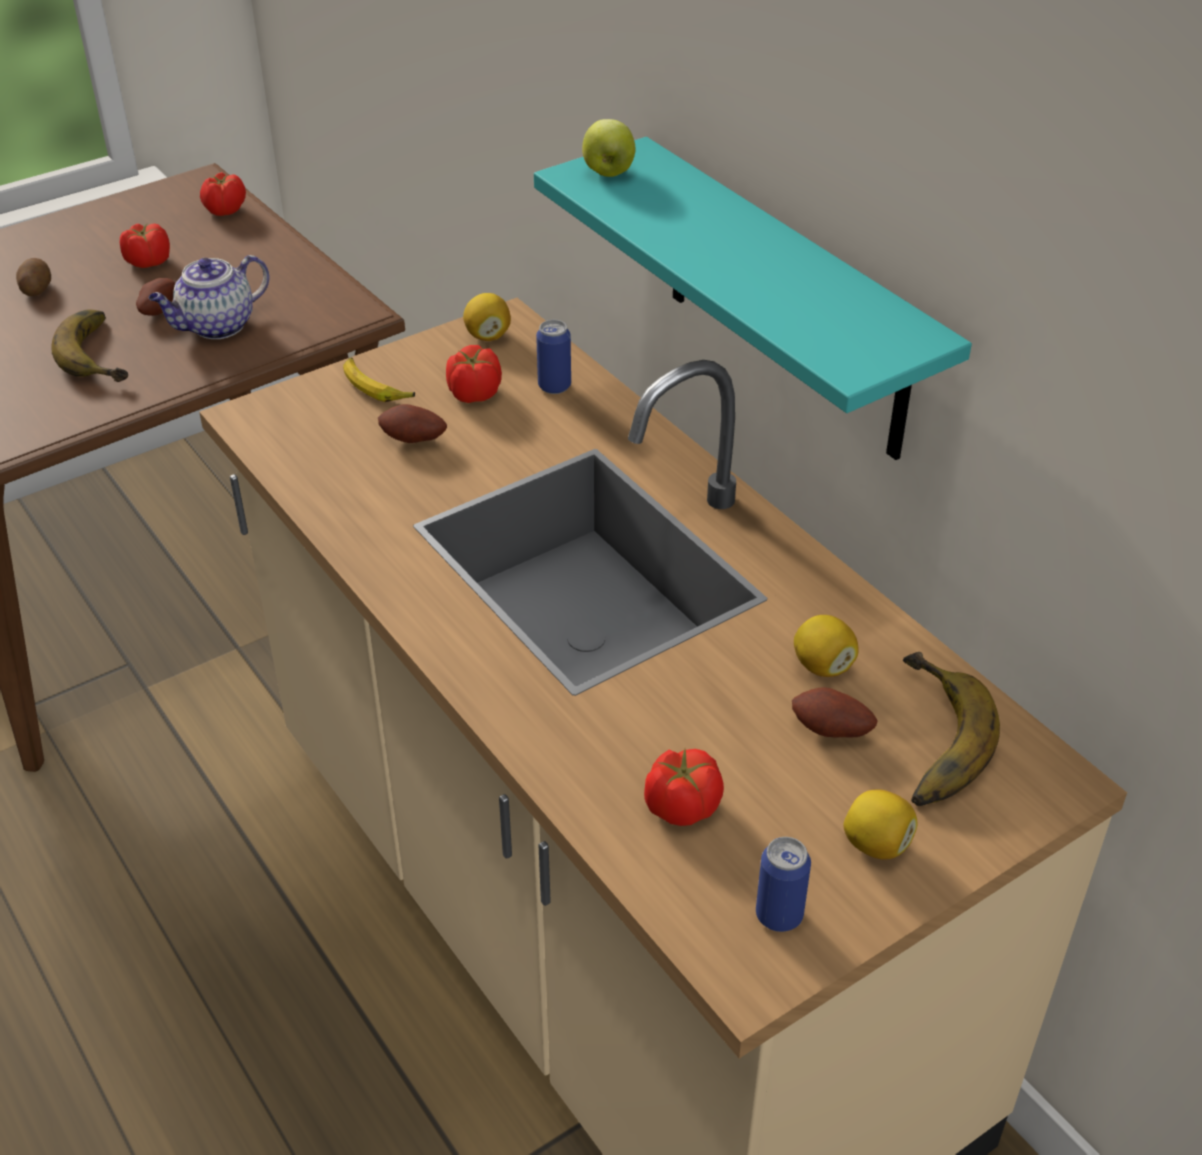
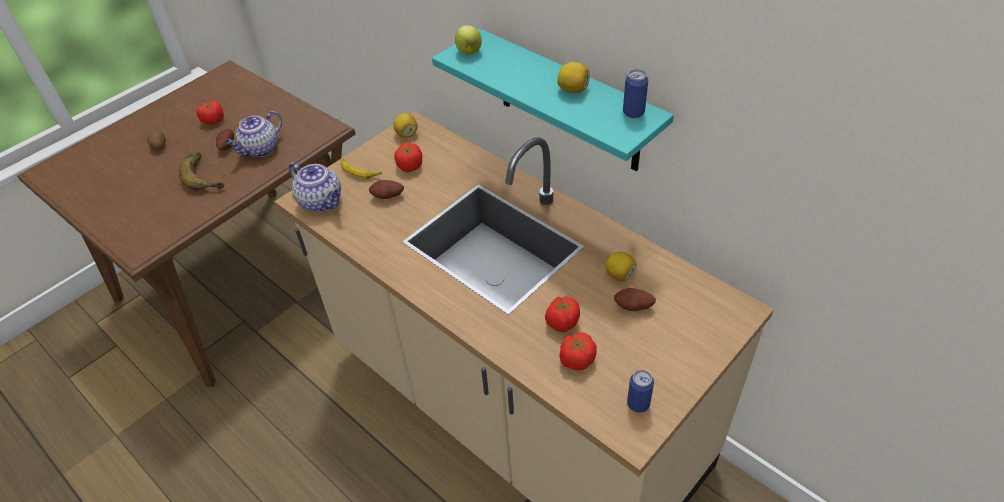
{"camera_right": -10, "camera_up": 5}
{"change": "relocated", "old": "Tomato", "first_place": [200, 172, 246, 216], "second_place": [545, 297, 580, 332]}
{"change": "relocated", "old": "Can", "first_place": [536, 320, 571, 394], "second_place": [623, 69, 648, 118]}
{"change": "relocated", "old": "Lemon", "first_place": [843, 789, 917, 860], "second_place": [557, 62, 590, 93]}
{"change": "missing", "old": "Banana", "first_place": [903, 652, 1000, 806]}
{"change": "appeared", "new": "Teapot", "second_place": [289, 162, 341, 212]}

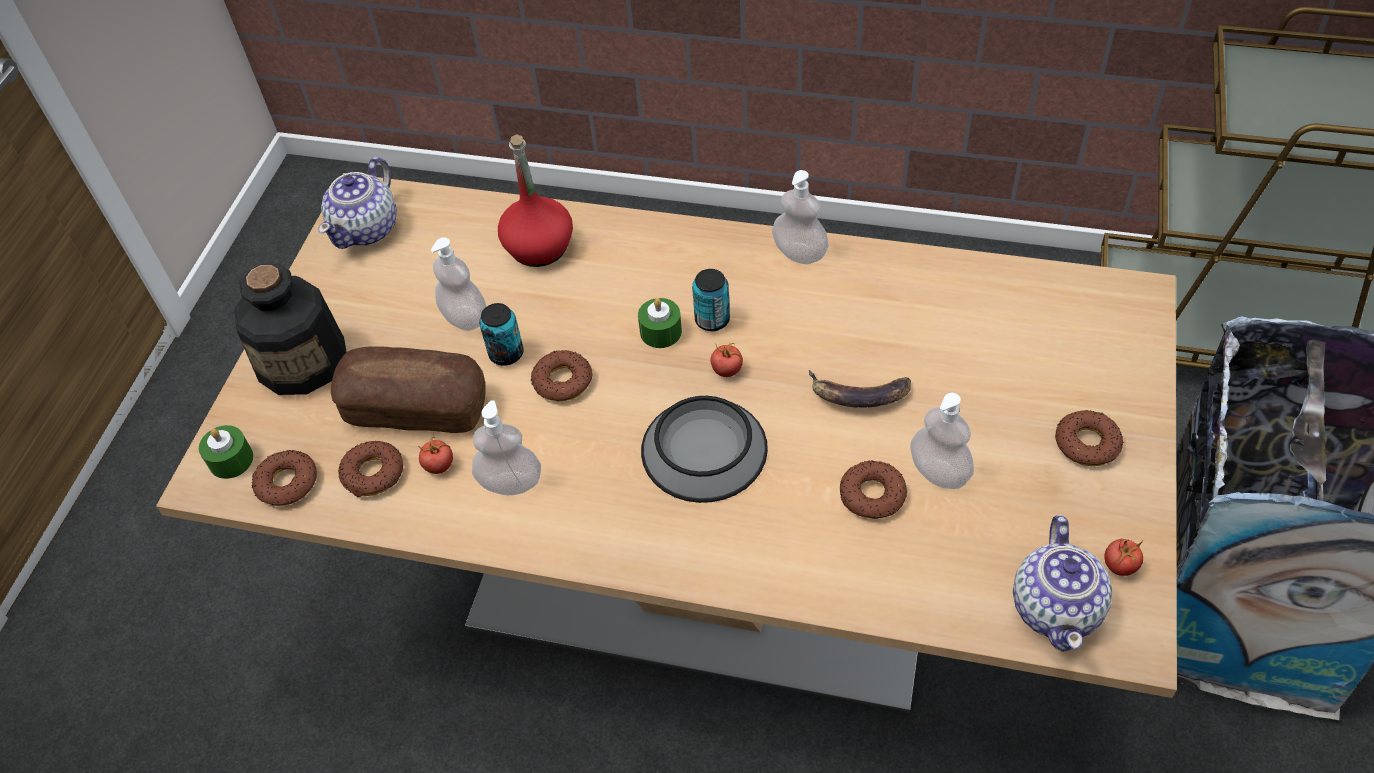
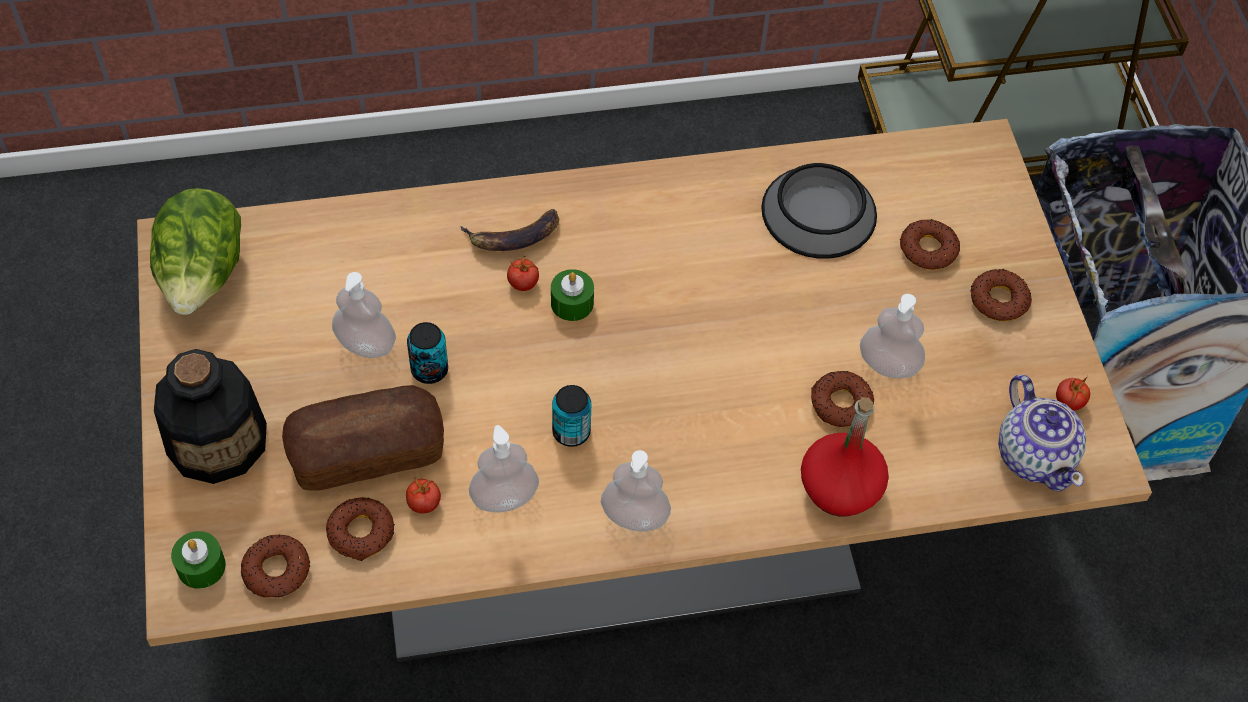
{"camera_right": -30, "camera_up": 5}
{"change": "exchanged", "old": "Teapot", "new": "Lettuce", "first_place": [318, 157, 397, 249], "second_place": [150, 188, 241, 315]}
{"change": "relocated", "old": "RedBottle", "first_place": [498, 134, 573, 267], "second_place": [801, 397, 889, 516]}
{"change": "relocated", "old": "Donut", "first_place": [531, 350, 592, 401], "second_place": [900, 219, 960, 270]}
{"change": "relocated", "old": "Bowl", "first_place": [641, 396, 768, 503], "second_place": [761, 163, 877, 259]}
{"change": "relocated", "old": "Can", "first_place": [692, 269, 730, 331], "second_place": [552, 385, 591, 447]}
{"change": "relocated", "old": "Tomato", "first_place": [710, 343, 743, 377], "second_place": [507, 256, 539, 291]}
{"change": "relocated", "old": "SoapDispenser", "first_place": [772, 170, 829, 264], "second_place": [601, 450, 671, 531]}
{"change": "relocated", "old": "Banana", "first_place": [809, 370, 911, 408], "second_place": [460, 209, 559, 251]}

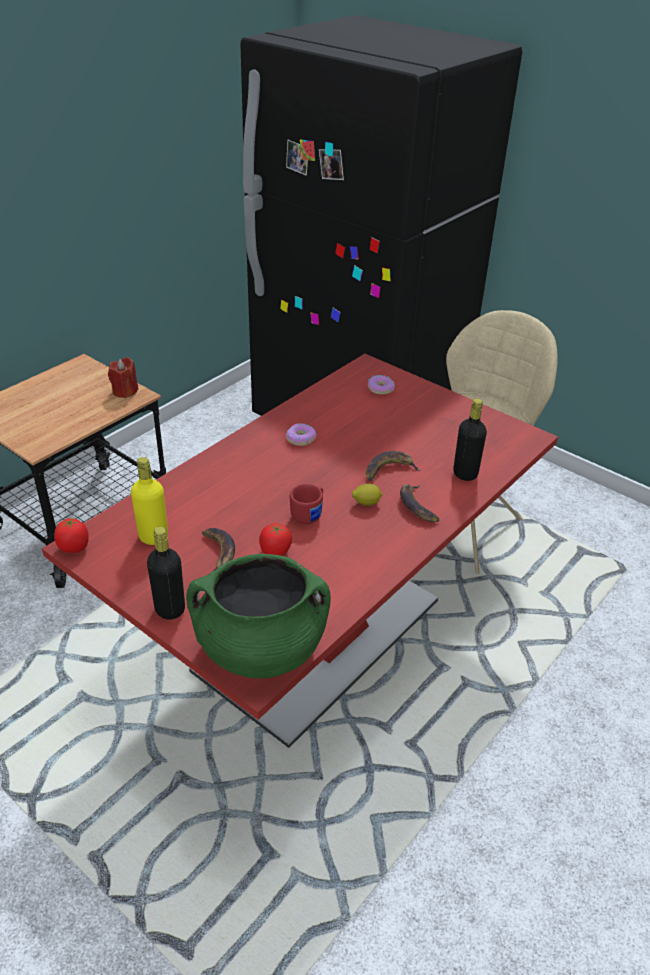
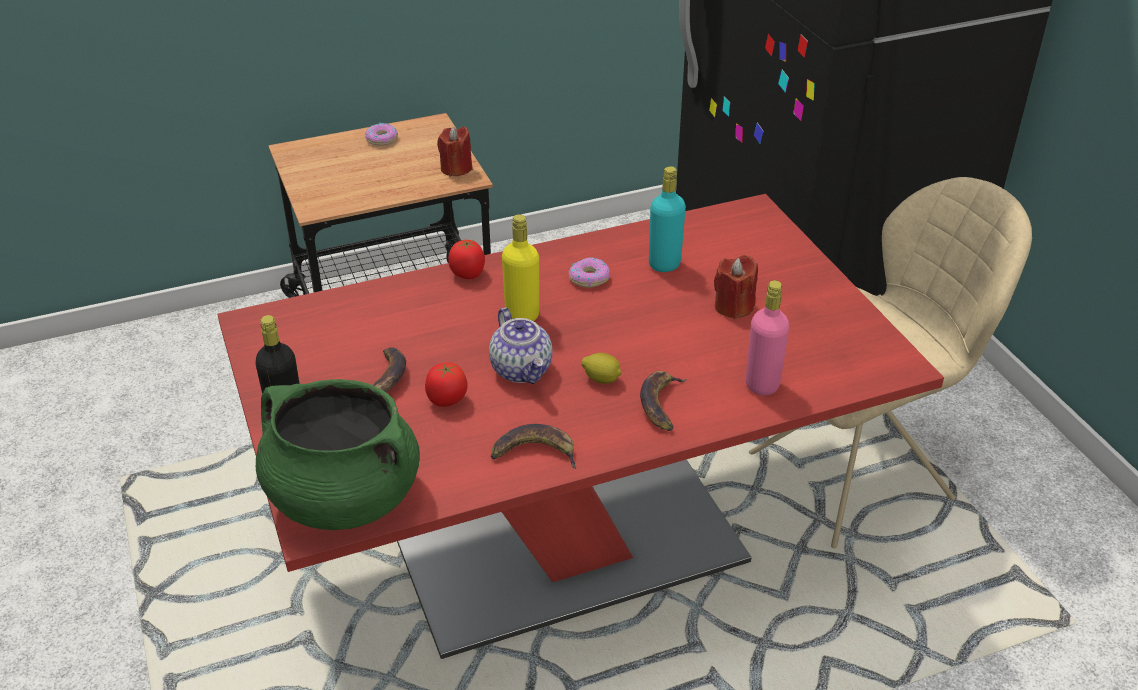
{"camera_right": 30, "camera_up": 0}
{"change": "relocated", "old": "Tomato", "first_place": [54, 518, 89, 553], "second_place": [448, 240, 485, 279]}
{"change": "relocated", "old": "YellowBottle", "first_place": [131, 457, 168, 545], "second_place": [502, 214, 539, 321]}
{"change": "exchanged", "old": "RedMug", "new": "Teapot", "first_place": [290, 484, 323, 524], "second_place": [489, 307, 553, 384]}
{"change": "relocated", "old": "Banana", "first_place": [366, 451, 420, 481], "second_place": [491, 424, 576, 469]}
{"change": "relocated", "old": "Donut", "first_place": [368, 375, 395, 395], "second_place": [365, 123, 398, 146]}
{"change": "colour", "old": "BlackBottle", "new": "PinkBottle", "first_place": [453, 398, 487, 481], "second_place": [746, 280, 789, 396]}
{"change": "appeared", "new": "TurquoiseBottle", "second_place": [649, 166, 686, 272]}
{"change": "appeared", "new": "RedCandle", "second_place": [714, 255, 758, 319]}

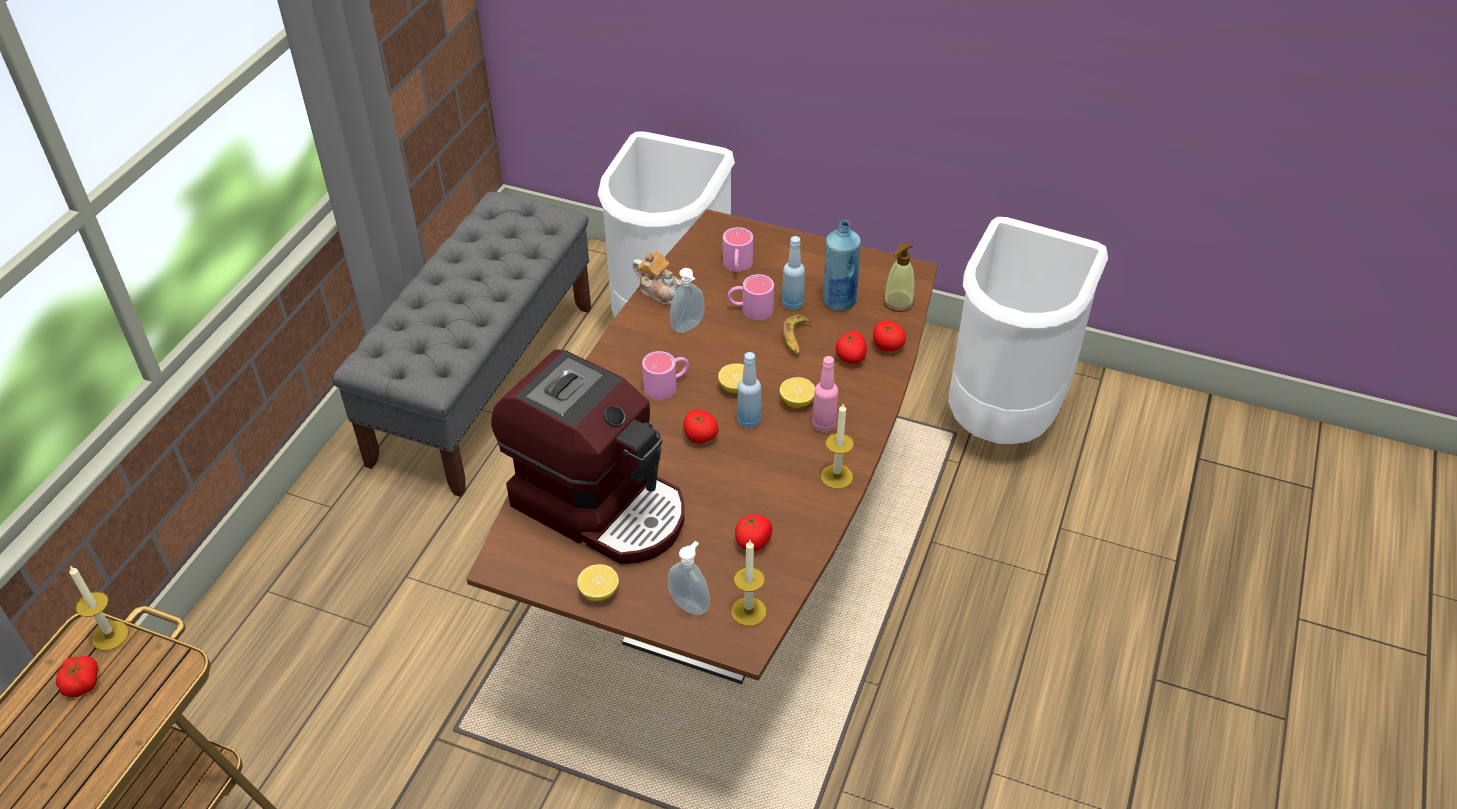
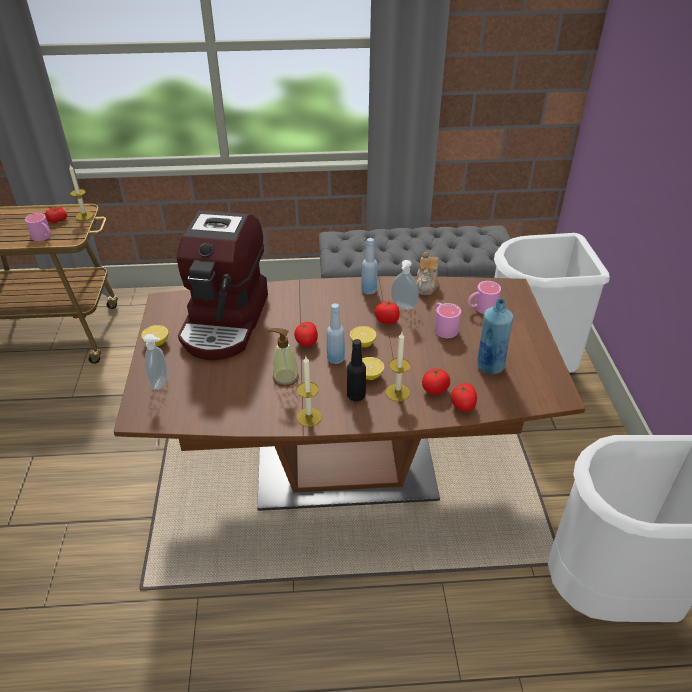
{"camera_right": 65, "camera_up": -5}
{"change": "relocated", "old": "PinkMug", "first_place": [642, 351, 689, 400], "second_place": [25, 213, 52, 241]}
{"change": "relocated", "old": "Candle", "first_place": [731, 540, 766, 626], "second_place": [386, 332, 410, 401]}
{"change": "relocated", "old": "Tomato", "first_place": [735, 514, 773, 551], "second_place": [375, 301, 400, 324]}
{"change": "relocated", "old": "BlueBottle", "first_place": [782, 236, 805, 310], "second_place": [361, 238, 378, 294]}
{"change": "missing", "old": "Banana", "first_place": [782, 315, 812, 355]}
{"change": "colour", "old": "PinkBottle", "new": "BlackBottle", "first_place": [812, 356, 838, 432], "second_place": [347, 339, 366, 401]}
{"change": "relocated", "old": "SoapDispenser", "first_place": [883, 242, 914, 312], "second_place": [268, 328, 299, 386]}

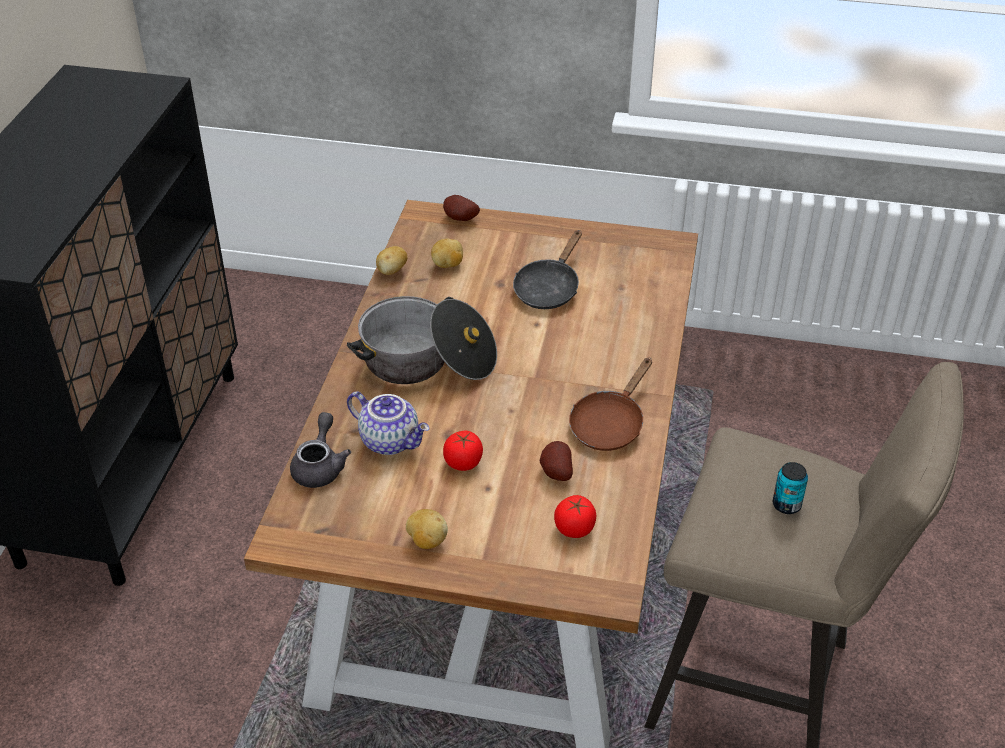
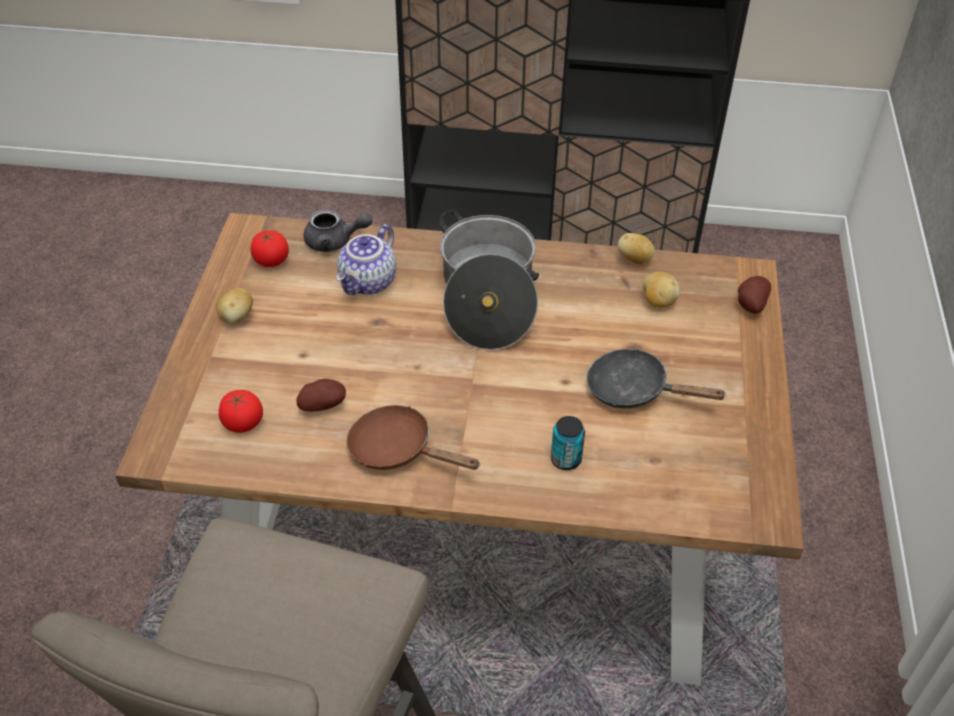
{"camera_right": 85, "camera_up": 5}
{"change": "relocated", "old": "Tomato", "first_place": [443, 431, 483, 471], "second_place": [250, 230, 289, 267]}
{"change": "relocated", "old": "Can", "first_place": [773, 462, 808, 514], "second_place": [551, 416, 585, 470]}

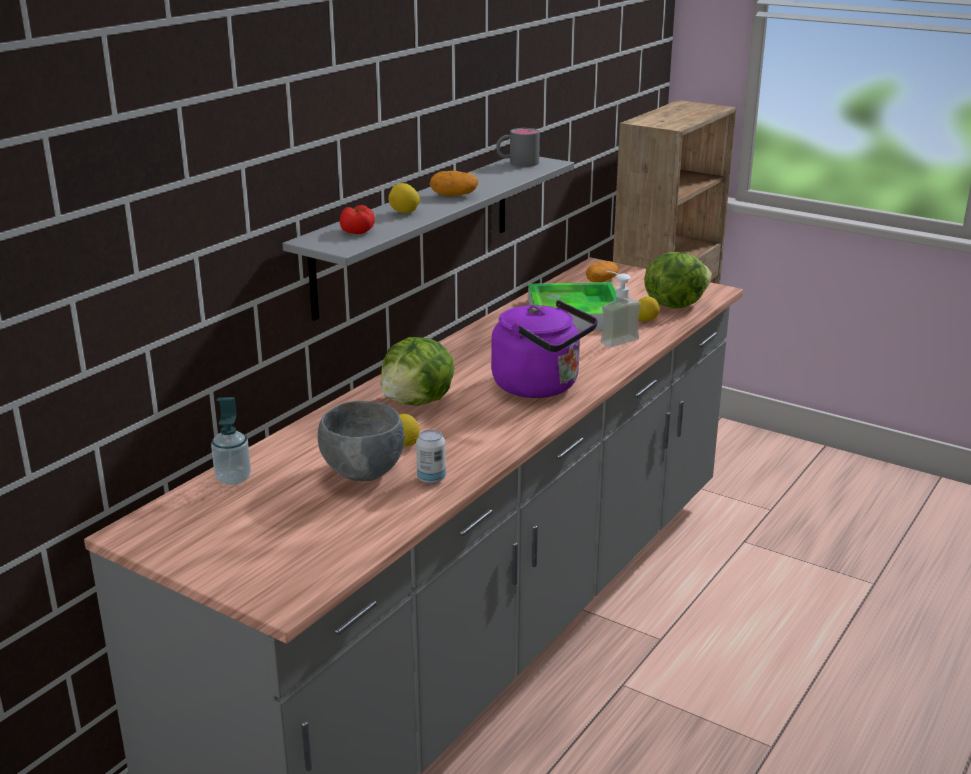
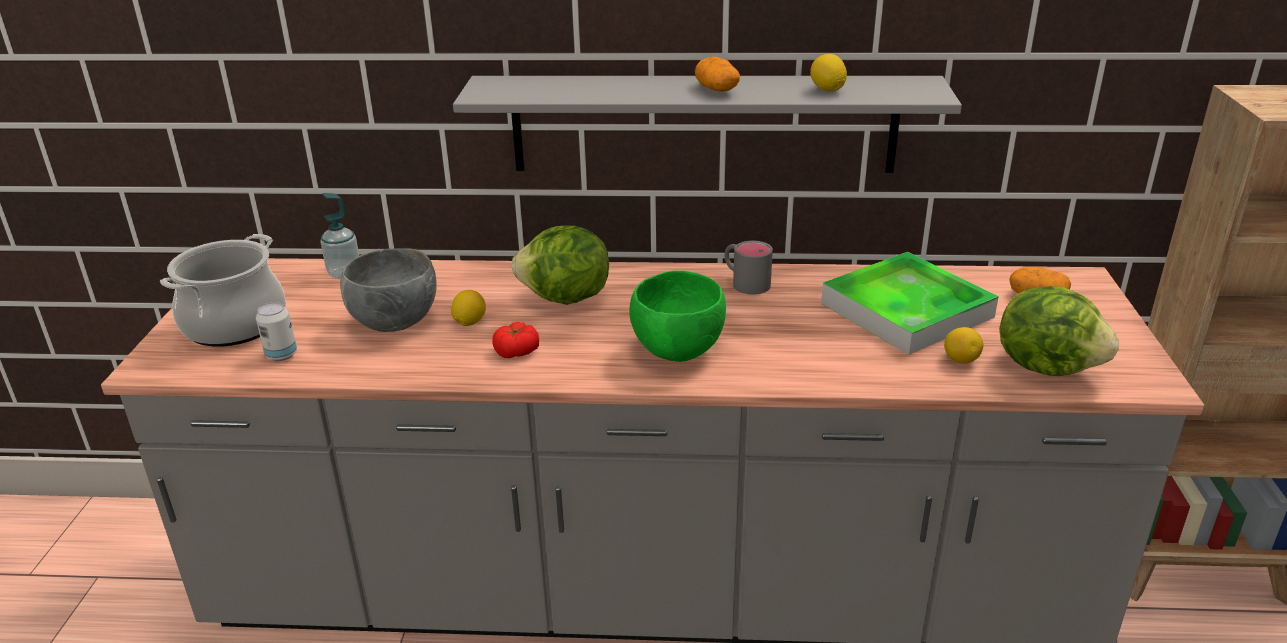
{"camera_right": 60, "camera_up": 5}
{"change": "relocated", "old": "Tomato", "first_place": [340, 205, 375, 234], "second_place": [492, 322, 539, 358]}
{"change": "relocated", "old": "Lemon", "first_place": [388, 183, 420, 213], "second_place": [810, 54, 847, 92]}
{"change": "relocated", "old": "Can", "first_place": [416, 430, 446, 484], "second_place": [256, 302, 297, 361]}
{"change": "exchanged", "old": "PurpleKettle", "new": "GreenBowl", "first_place": [491, 300, 598, 398], "second_place": [629, 270, 726, 362]}
{"change": "relocated", "old": "GreyMug", "first_place": [496, 128, 540, 167], "second_place": [724, 241, 773, 295]}
{"change": "missing", "old": "SoapDispenser", "first_place": [600, 271, 641, 347]}
{"change": "appeared", "new": "CookingPot", "second_place": [160, 234, 286, 347]}

